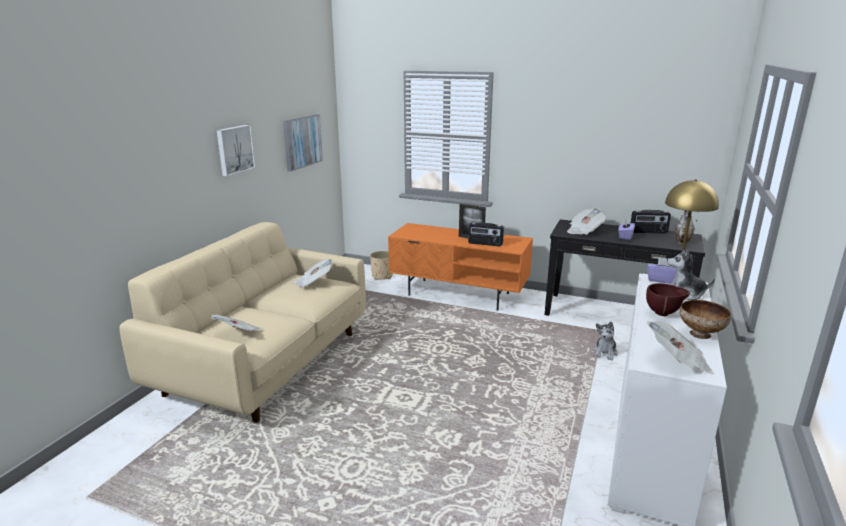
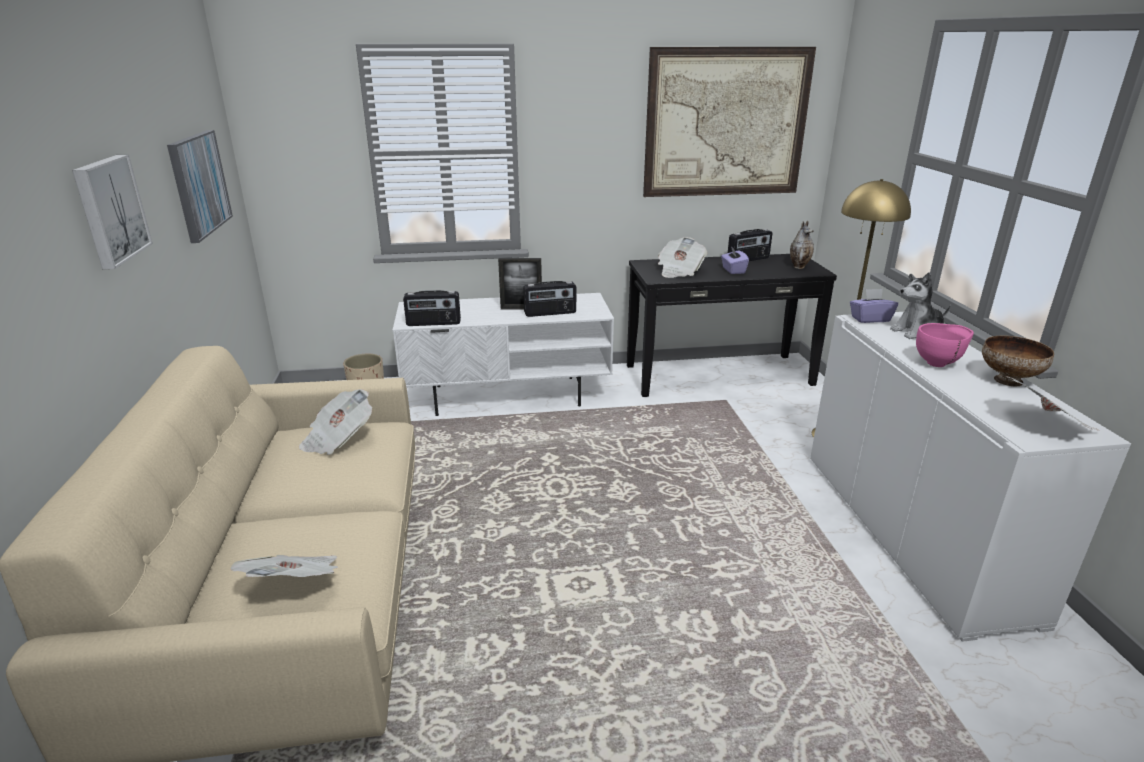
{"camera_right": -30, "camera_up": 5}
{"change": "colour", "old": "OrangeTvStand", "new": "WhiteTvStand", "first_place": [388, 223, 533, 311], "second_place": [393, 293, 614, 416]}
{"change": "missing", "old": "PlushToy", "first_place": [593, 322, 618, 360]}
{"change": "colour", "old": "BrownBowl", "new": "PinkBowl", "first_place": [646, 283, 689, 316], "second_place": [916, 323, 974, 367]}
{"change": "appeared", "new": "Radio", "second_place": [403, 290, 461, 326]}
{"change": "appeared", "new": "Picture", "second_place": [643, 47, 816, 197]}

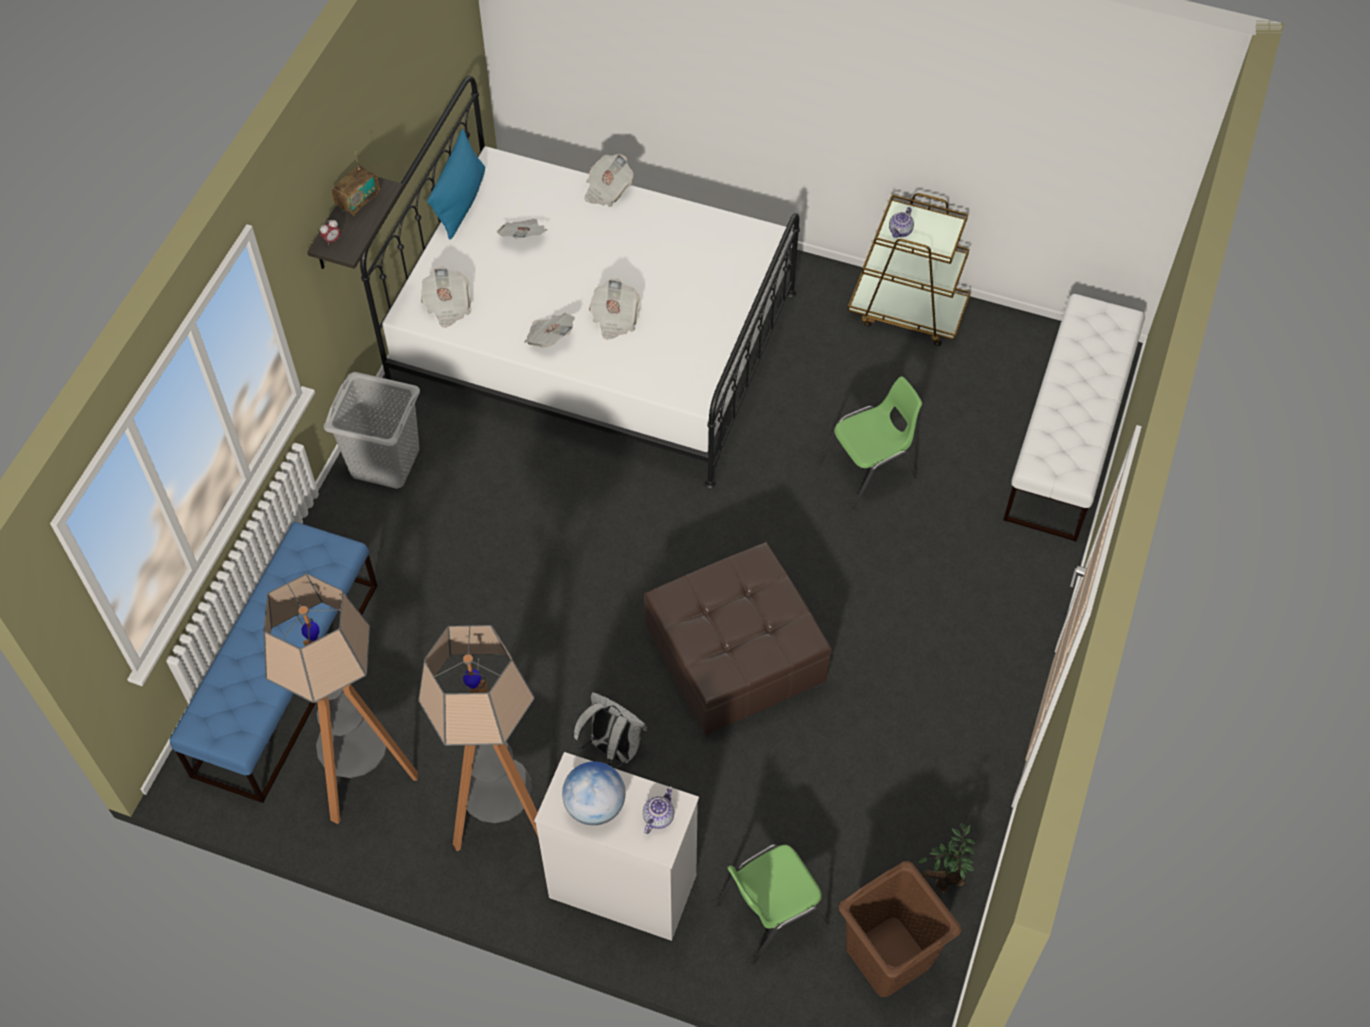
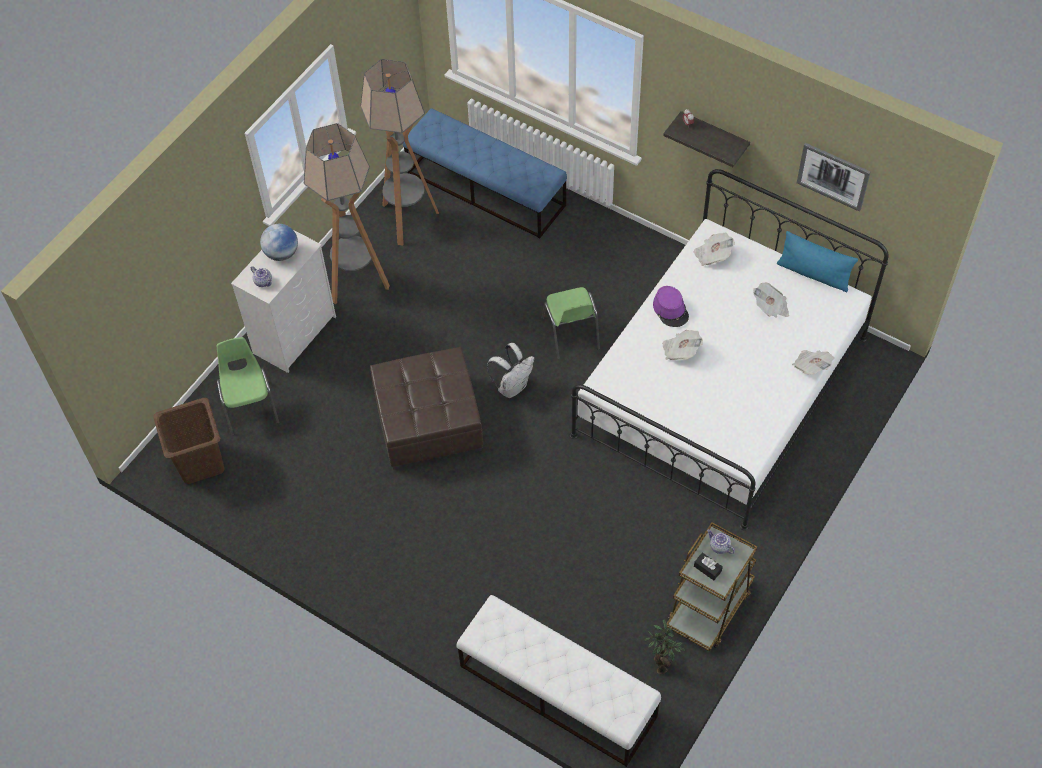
{"camera_right": 105, "camera_up": 0}
{"change": "missing", "old": "GreyLaundryBasket", "first_place": [324, 372, 420, 489]}
{"change": "missing", "old": "Radio", "first_place": [332, 151, 380, 216]}
{"change": "exchanged", "old": "Newspaper", "new": "PurpleHat", "first_place": [524, 313, 575, 347], "second_place": [653, 286, 689, 327]}
{"change": "relocated", "old": "WhiteBackpack", "first_place": [573, 692, 647, 769], "second_place": [487, 343, 534, 398]}
{"change": "relocated", "old": "GreenChair", "first_place": [820, 376, 922, 509], "second_place": [542, 287, 600, 359]}
{"change": "relocated", "old": "PottedPlant", "first_place": [917, 823, 976, 893], "second_place": [644, 619, 685, 674]}
{"change": "appeared", "new": "BlackTissueBox", "second_place": [694, 553, 723, 580]}
{"change": "appeared", "new": "Picture", "second_place": [797, 143, 871, 212]}

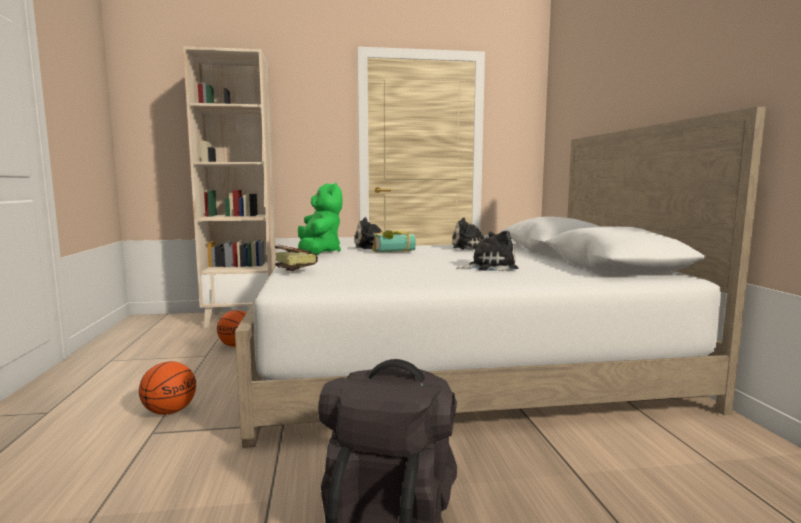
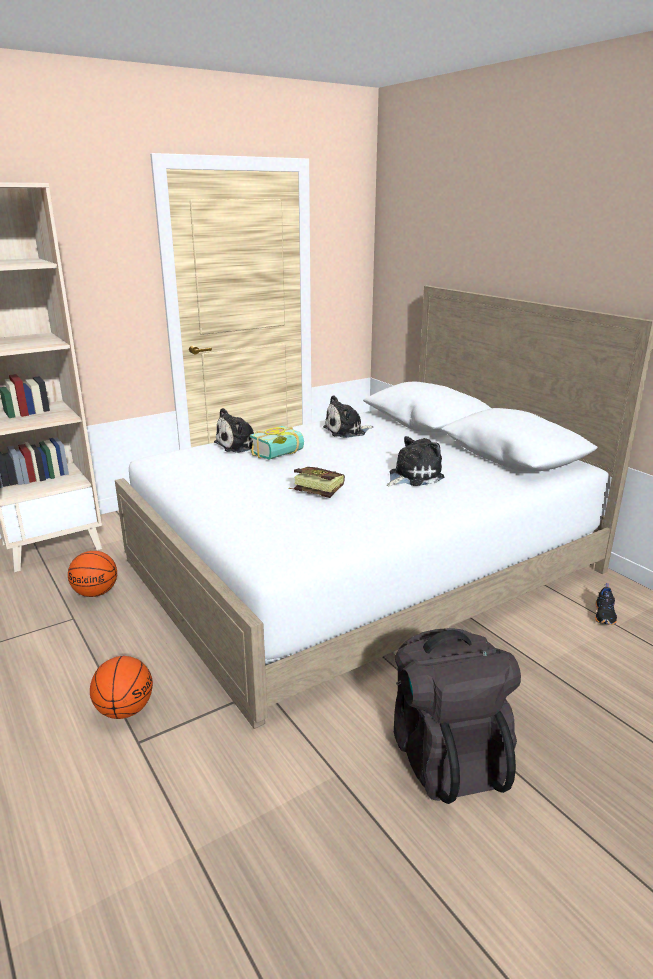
{"camera_right": -25, "camera_up": 15}
{"change": "relocated", "old": "Book", "first_place": [275, 244, 318, 271], "second_place": [289, 467, 345, 498]}
{"change": "missing", "old": "GreenPlushToy", "first_place": [298, 182, 342, 255]}
{"change": "appeared", "new": "BlackShoe", "second_place": [595, 583, 617, 625]}

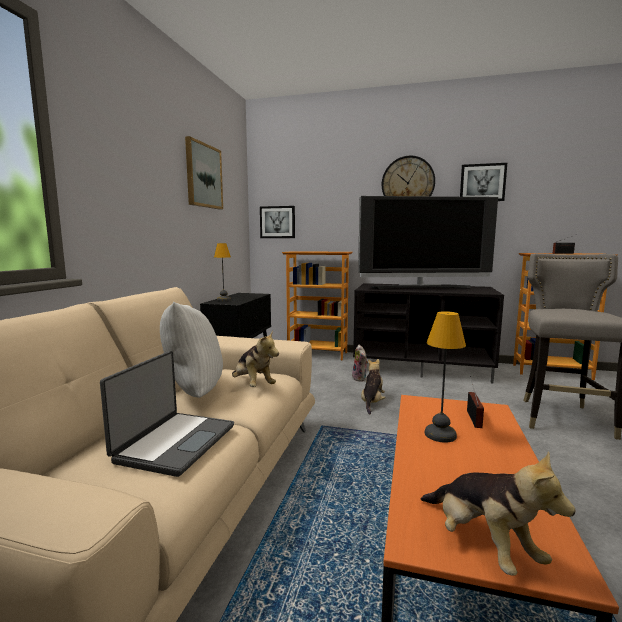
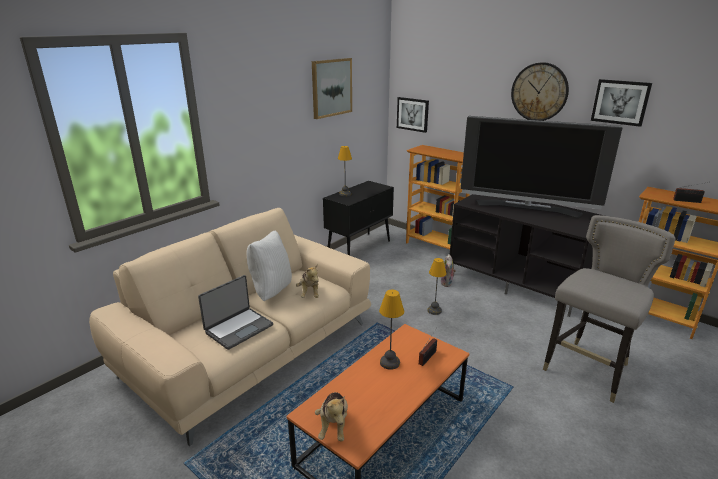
{"camera_right": 25, "camera_up": 15}
{"change": "exchanged", "old": "PlushToy", "new": "TableLamp", "first_place": [361, 359, 386, 415], "second_place": [428, 258, 446, 315]}

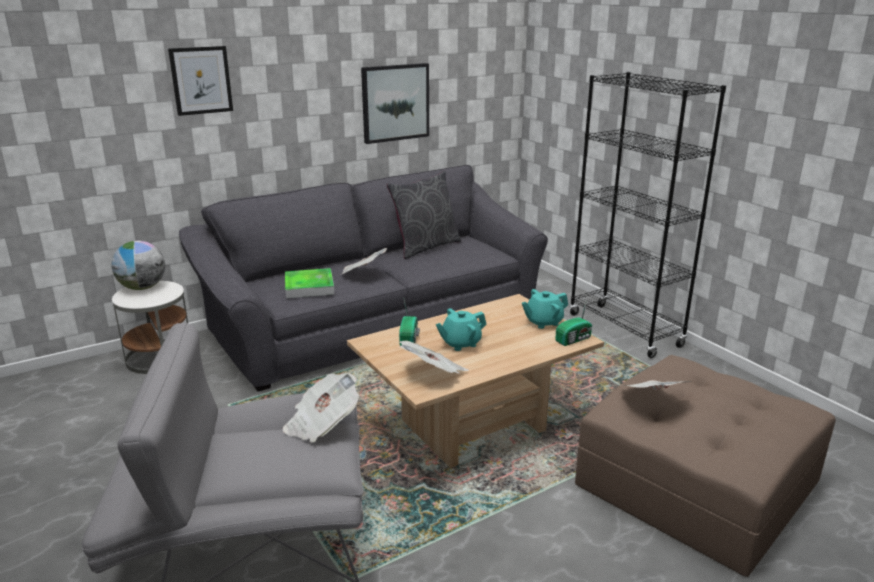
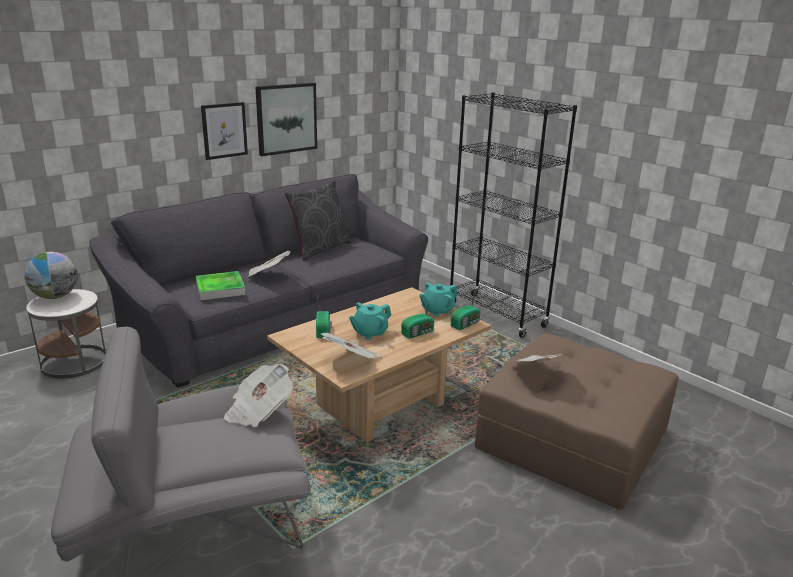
{"camera_right": -10, "camera_up": 0}
{"change": "relocated", "old": "Picture", "first_place": [168, 46, 233, 116], "second_place": [201, 102, 248, 160]}
{"change": "appeared", "new": "Radio", "second_place": [401, 299, 434, 339]}

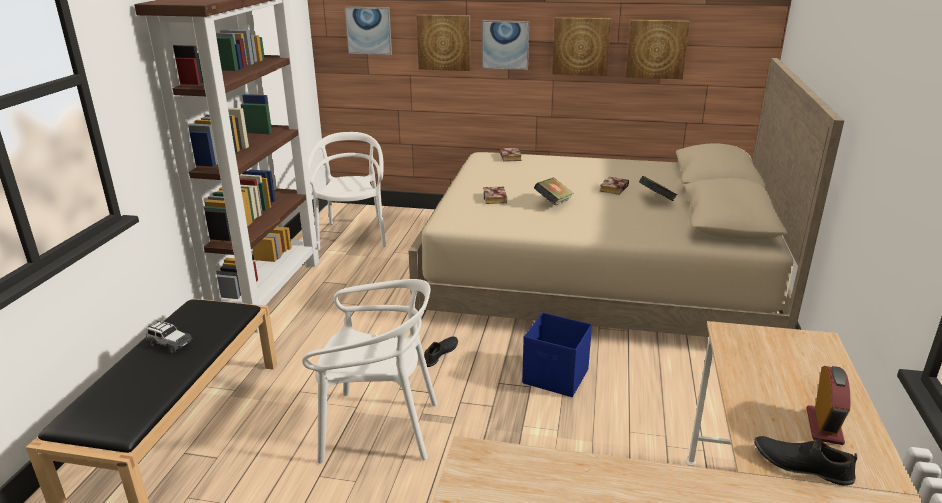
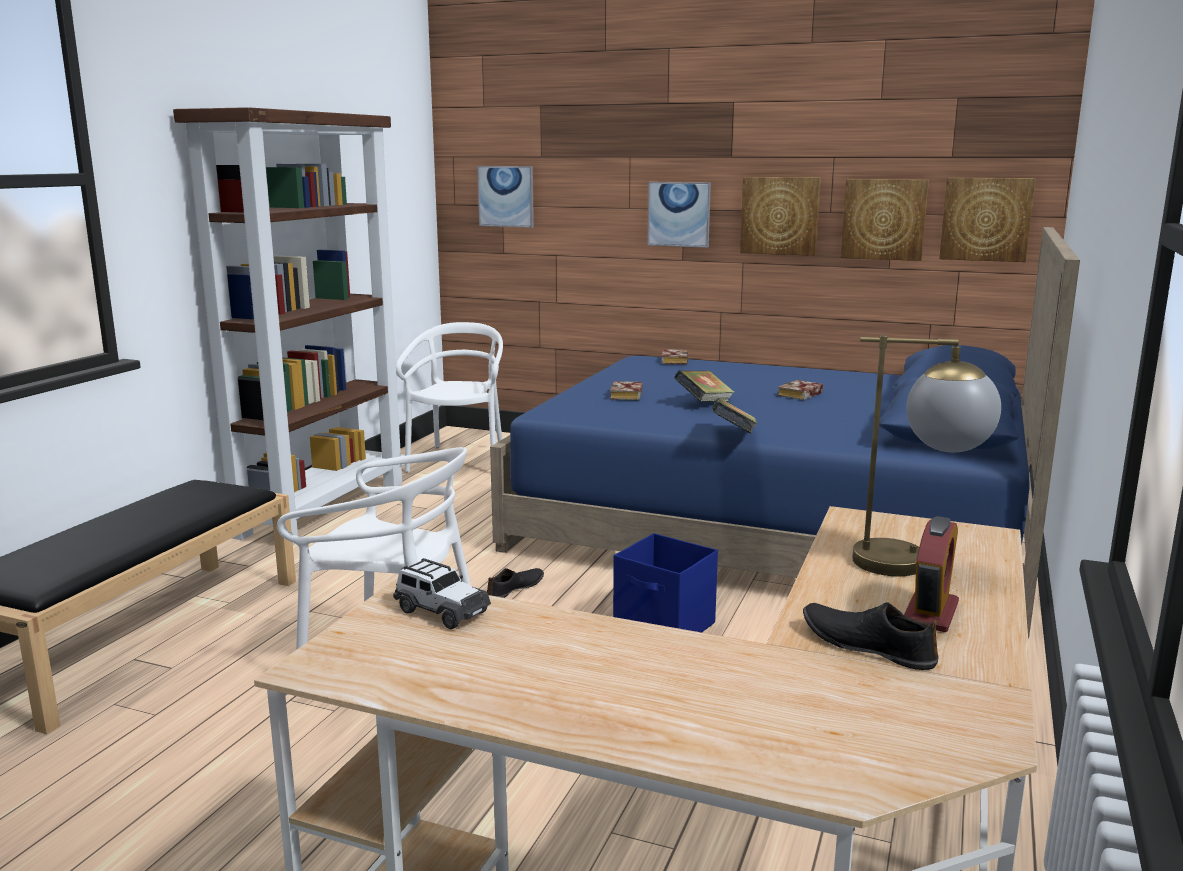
{"camera_right": 10, "camera_up": -10}
{"change": "relocated", "old": "ToyCar", "first_place": [145, 321, 192, 353], "second_place": [393, 558, 491, 629]}
{"change": "colour", "old": "BeigeBed", "new": "BlueBed", "first_place": [408, 58, 844, 337], "second_place": [490, 227, 1080, 638]}
{"change": "relocated", "old": "Picture", "first_place": [416, 14, 471, 71], "second_place": [939, 178, 1036, 262]}
{"change": "relocated", "old": "Book", "first_place": [639, 176, 677, 201], "second_place": [712, 398, 757, 434]}
{"change": "appeared", "new": "TableLamp", "second_place": [852, 335, 1001, 576]}

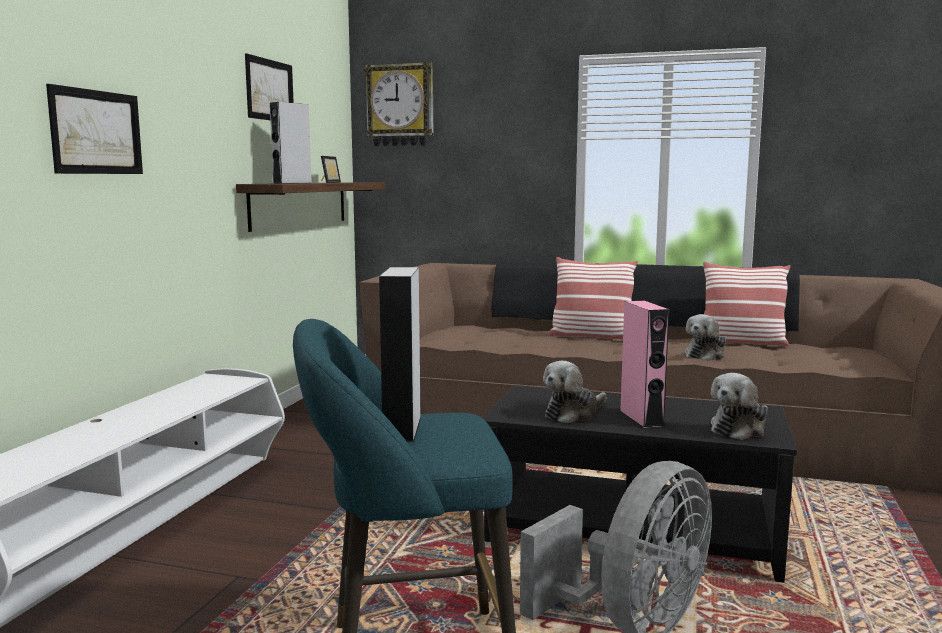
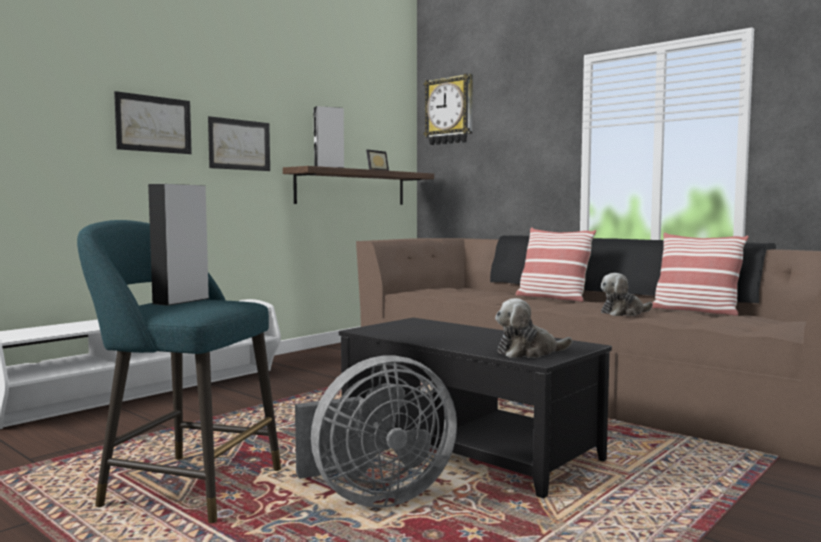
{"camera_right": 25, "camera_up": -5}
{"change": "relocated", "old": "Picture", "first_place": [245, 53, 294, 120], "second_place": [208, 116, 270, 171]}
{"change": "missing", "old": "PlushToy", "first_place": [543, 361, 606, 423]}
{"change": "missing", "old": "PinkSpeaker", "first_place": [620, 301, 669, 428]}

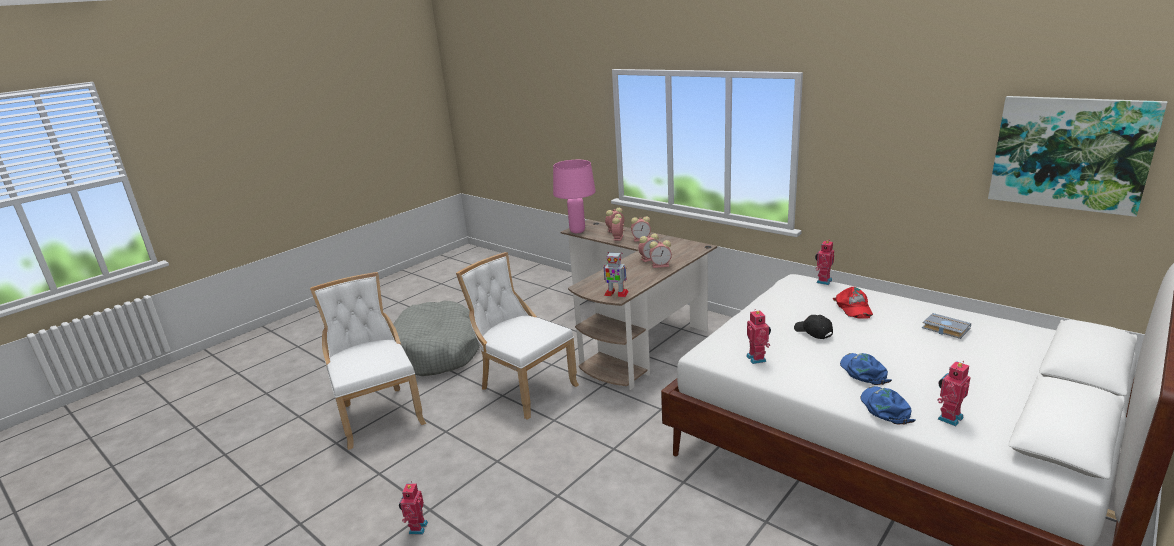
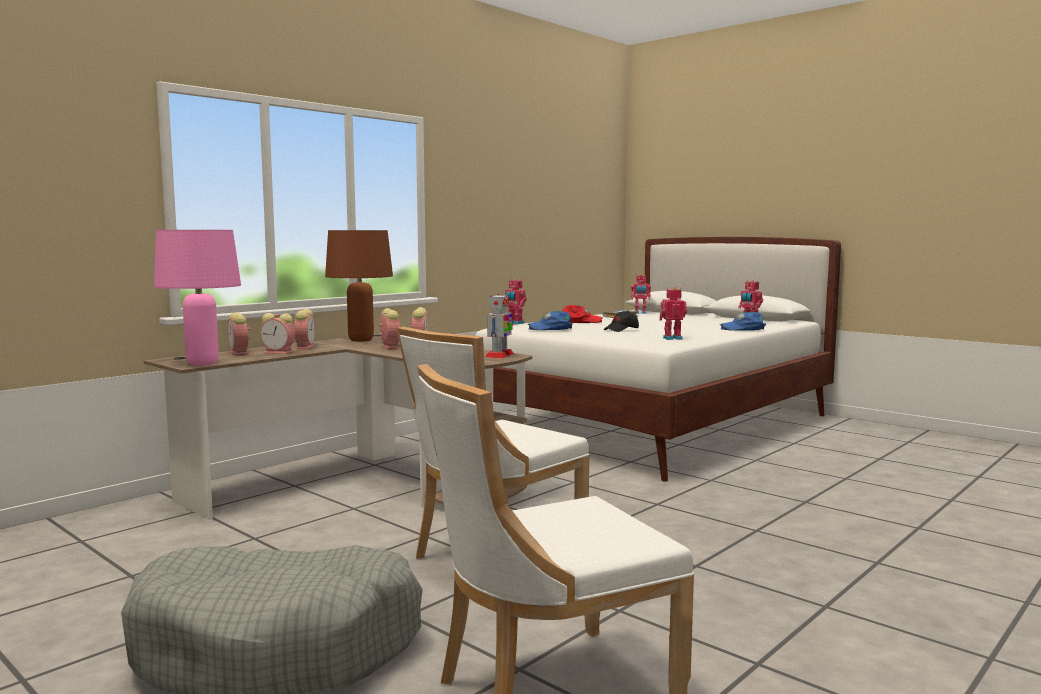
{"camera_right": -90, "camera_up": -15}
{"change": "relocated", "old": "ToyRobot", "first_place": [399, 481, 428, 534], "second_place": [631, 274, 651, 314]}
{"change": "relocated", "old": "BlueCap", "first_place": [840, 353, 892, 385], "second_place": [528, 311, 573, 330]}
{"change": "missing", "old": "Picture", "first_place": [988, 96, 1168, 217]}
{"change": "appeared", "new": "BrownTableLamp", "second_place": [325, 230, 393, 342]}

